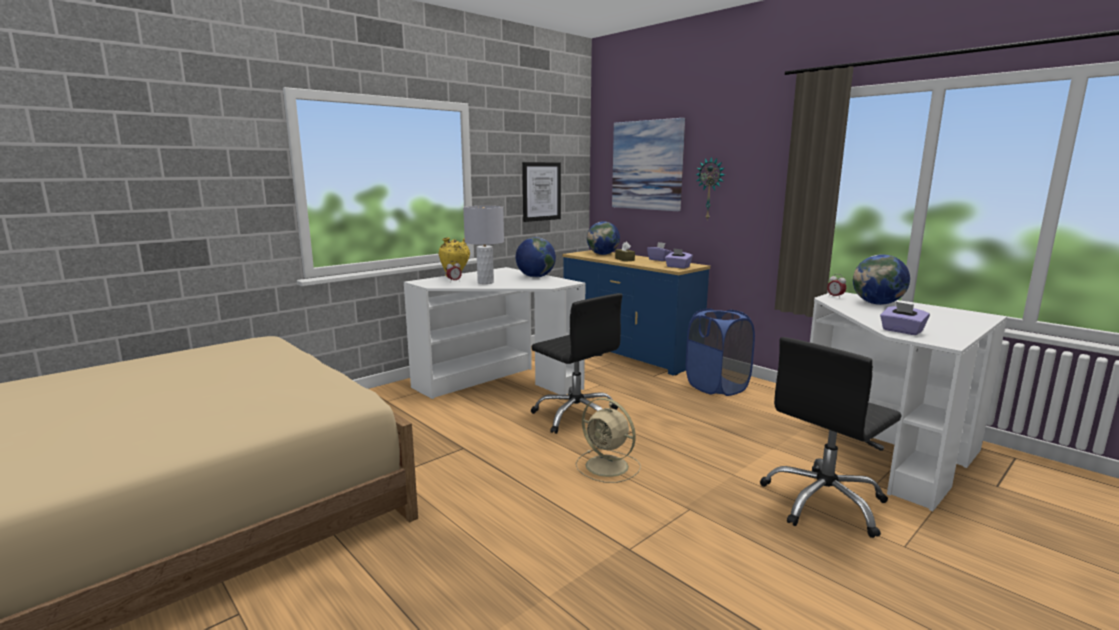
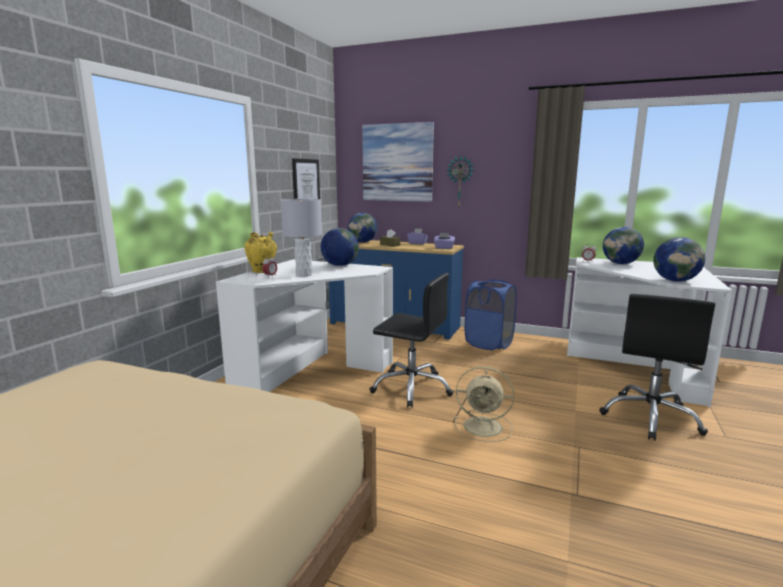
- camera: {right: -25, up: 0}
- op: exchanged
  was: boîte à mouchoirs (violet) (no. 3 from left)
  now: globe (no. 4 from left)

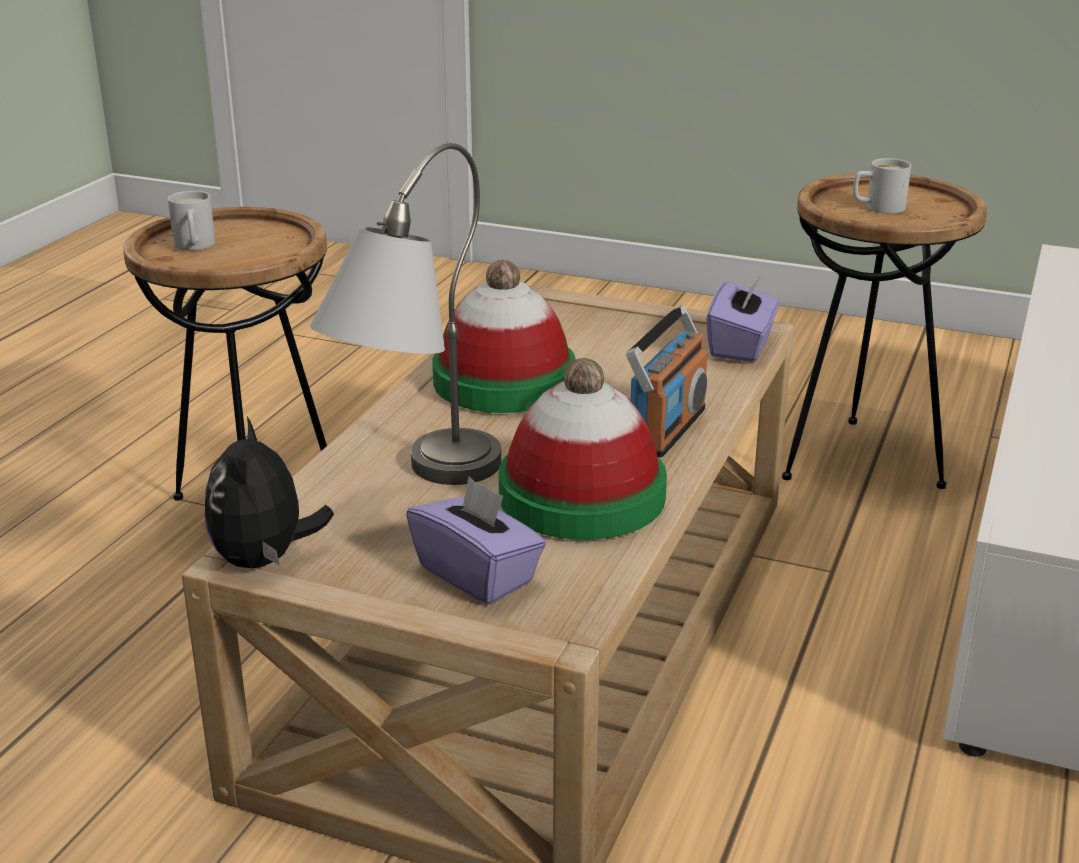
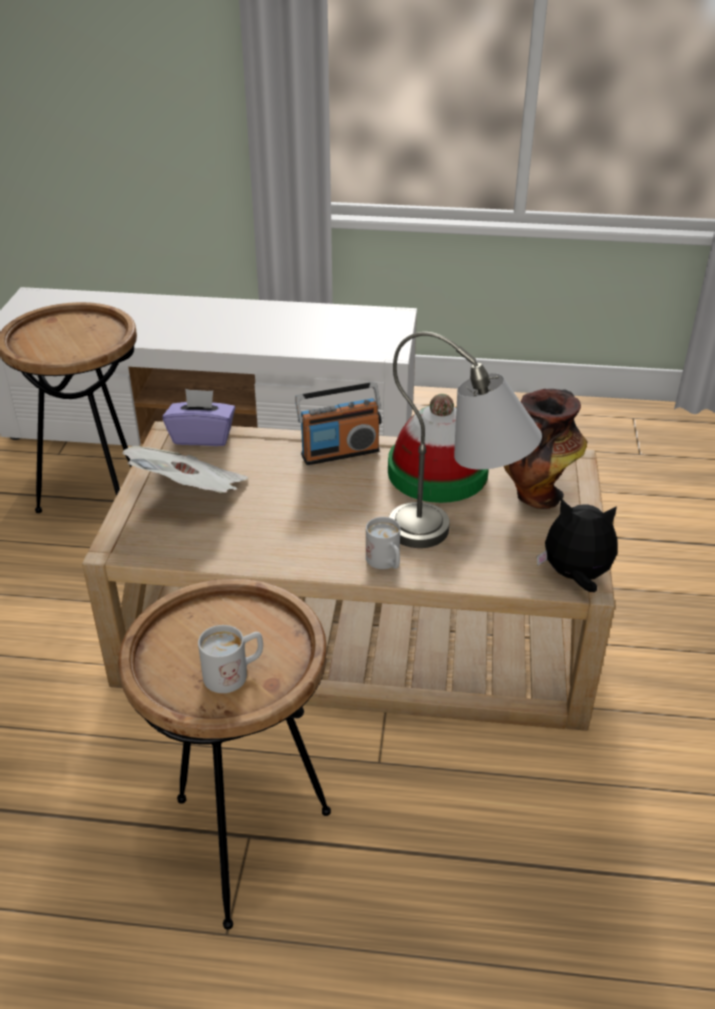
- camera: {right: -105, up: 10}
- op: relocated
  was: mug (blanc) (no. 2 from left)
- op: missing
  was: chapeau (no. 1 from left)
- op: spun
  was: radio
  clockwise: 150
- op: spun
  was: peluche
  clockwise: -150
- op: exchanged
  was: boîte à mouchoirs (violet) (no. 1 from left)
  now: vase
- op: appeared
  now: journal

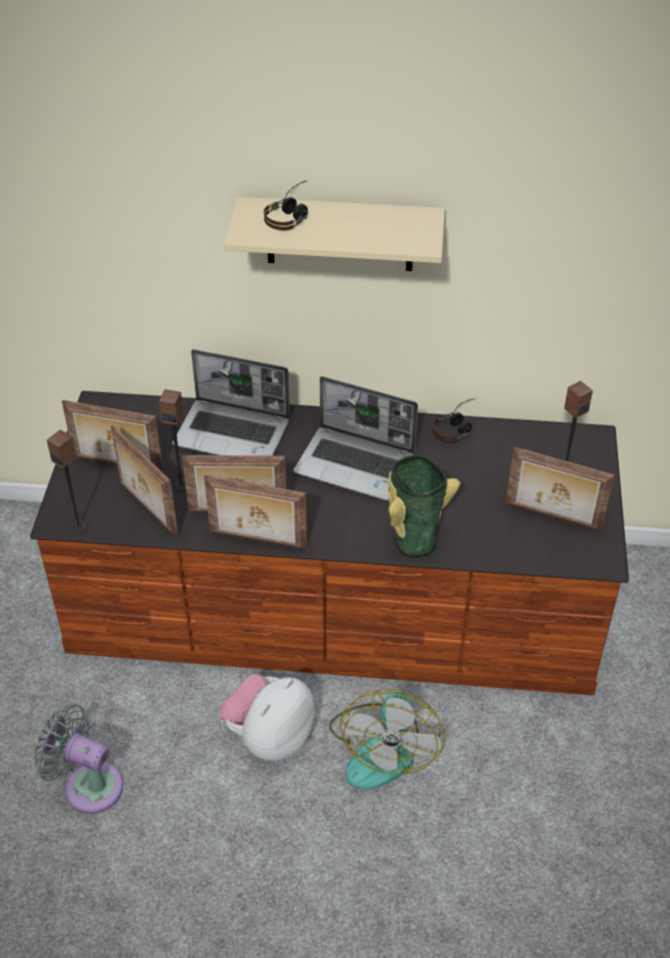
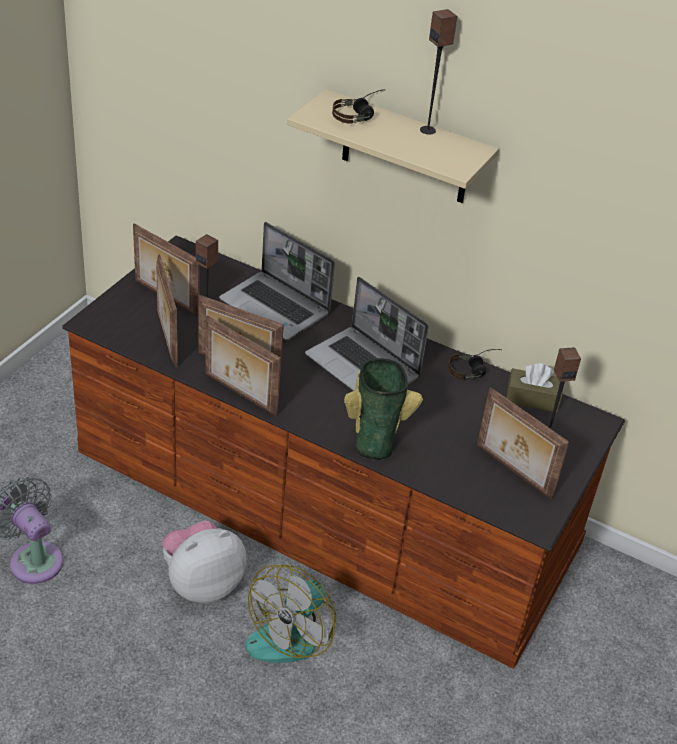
- camera: {right: 20, up: -5}
- op: relocated
  was: enceinte (no. 1 from left in the first image)
  now: enceinte (no. 2 from left)
- op: appeared
  now: boîte à mouchoirs (marron)

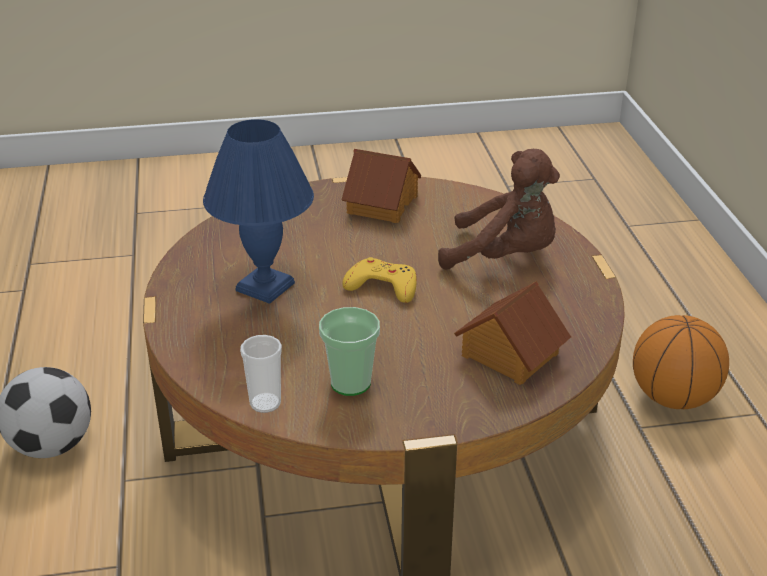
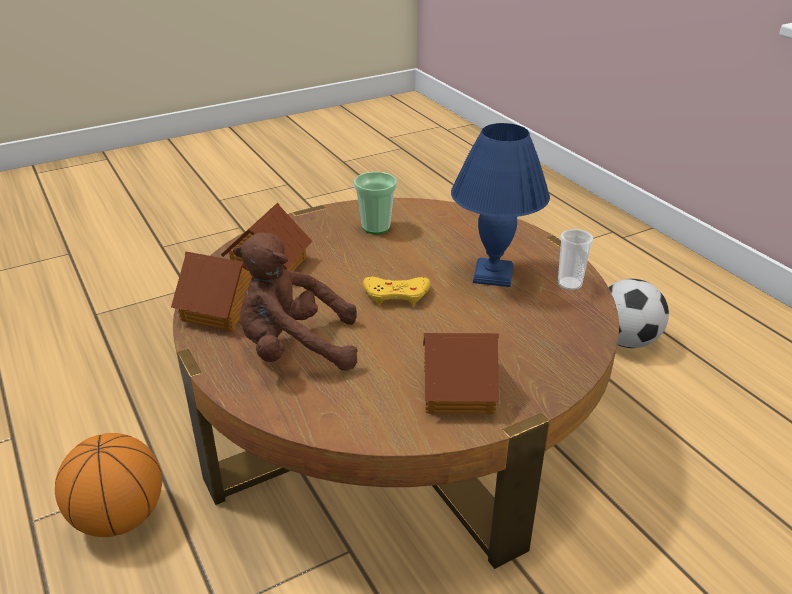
- camera: {right: 160, up: 0}
- op: relocated
  was: tasse (no. 1 from left in the first image)
  now: tasse (no. 2 from left)
- op: appeared
  now: maison miniature (no. 1 from left)

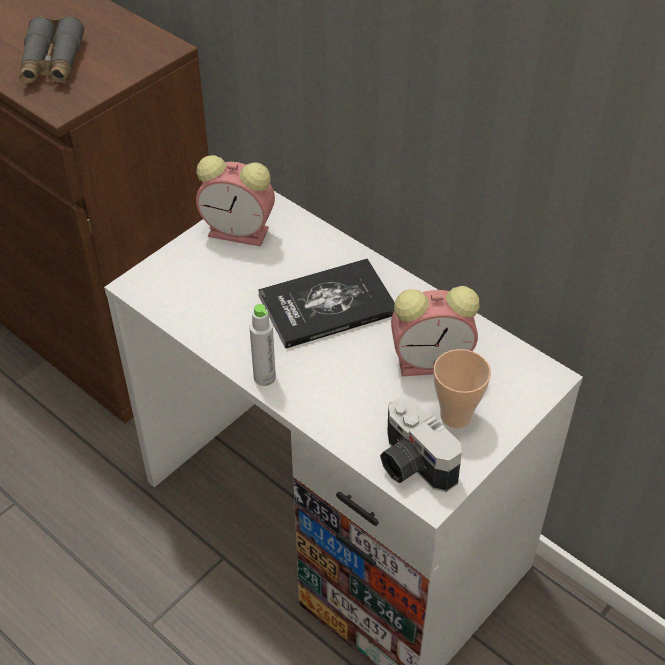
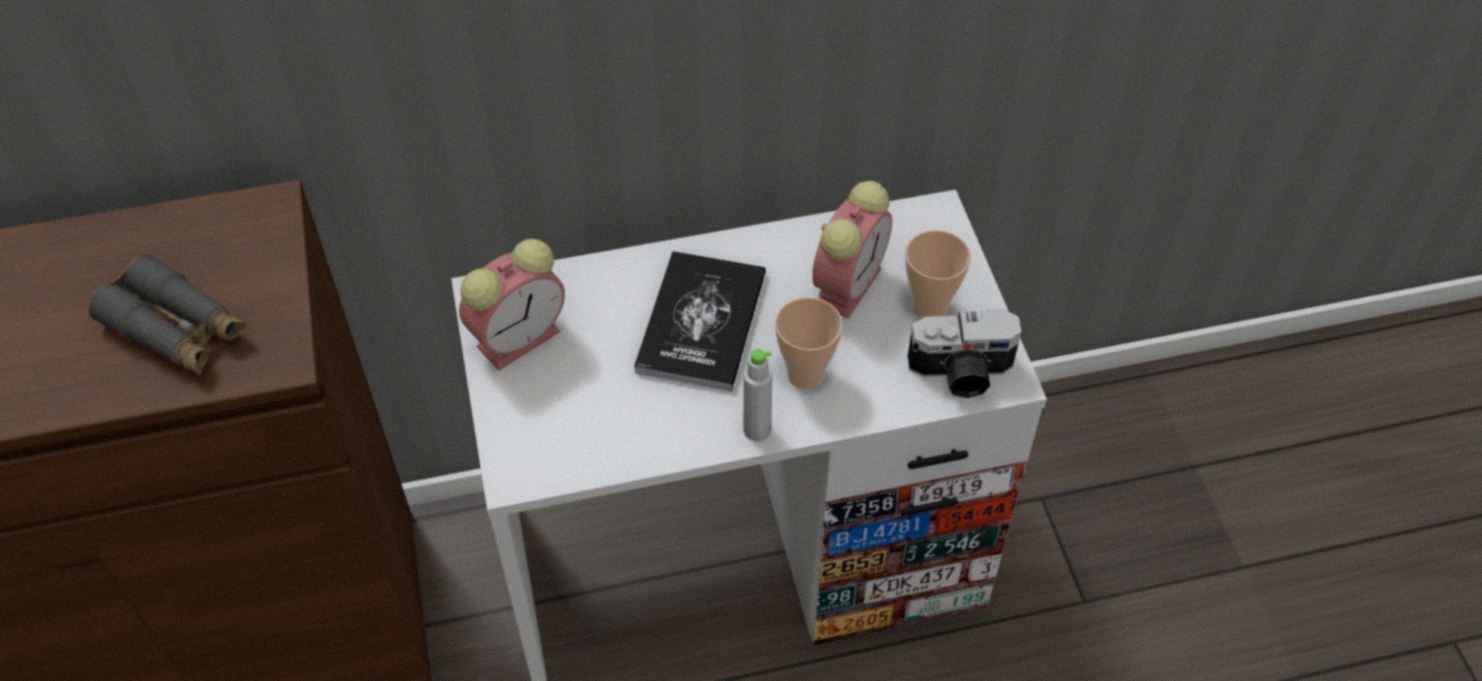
- camera: {right: -55, up: 5}
- op: appeared
  now: tasse (no. 1 from left)

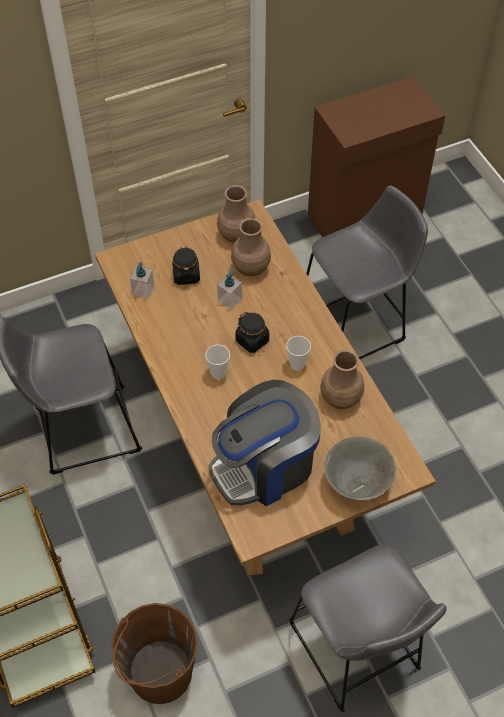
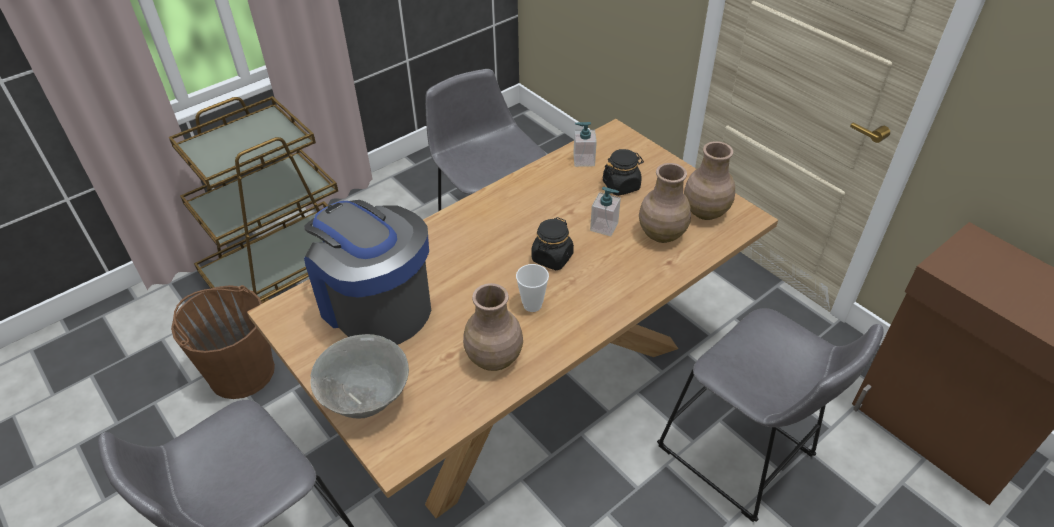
- camera: {right: 75, up: -10}
- op: missing
  was: tasse (no. 1 from left)

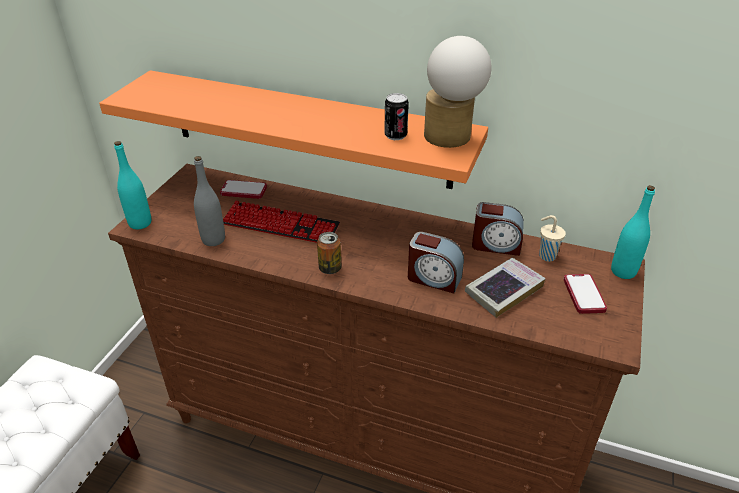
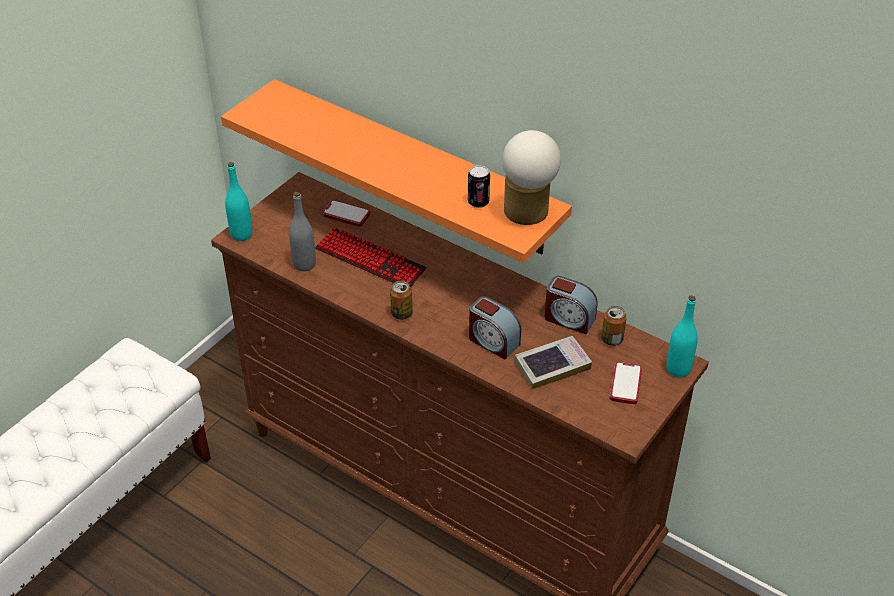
- camera: {right: 15, up: 5}
- op: exchanged
  was: tasse (beige)
  now: boîte métallique (no. 3 from left)

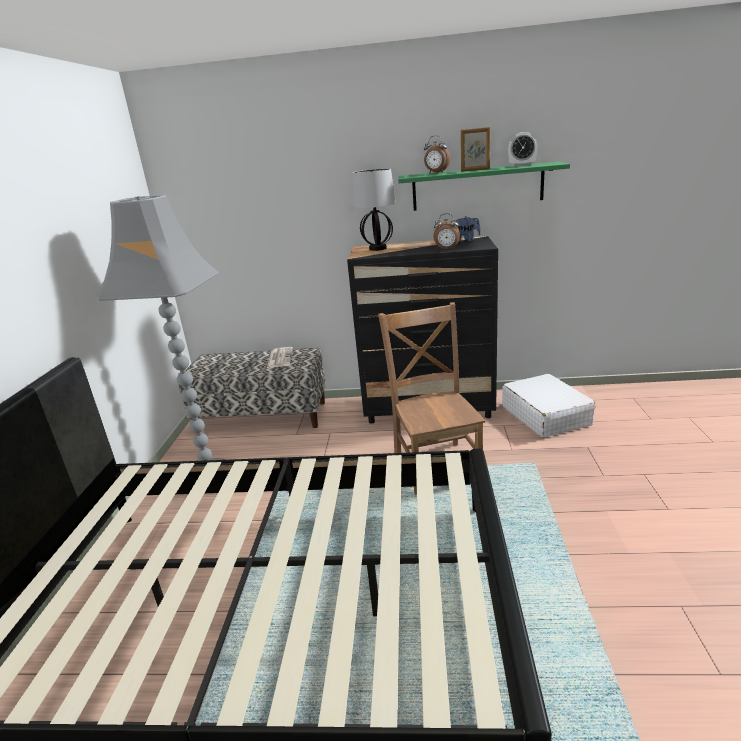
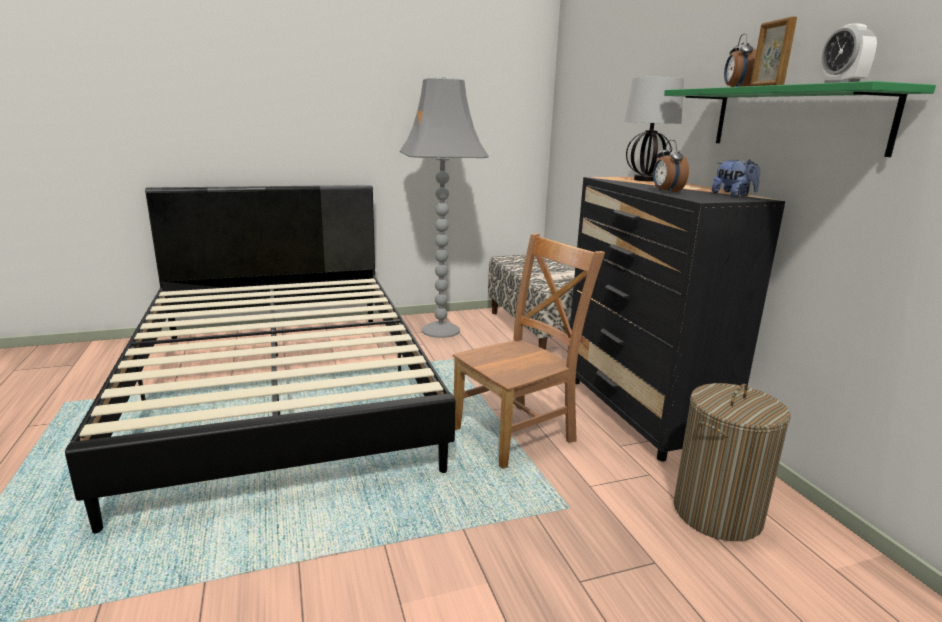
- camera: {right: 65, up: -5}
- op: exchanged
  was: valise (blanc)
  now: panier à linge

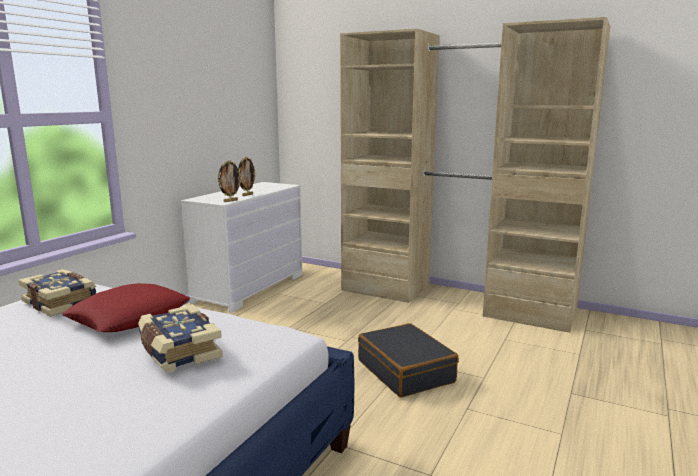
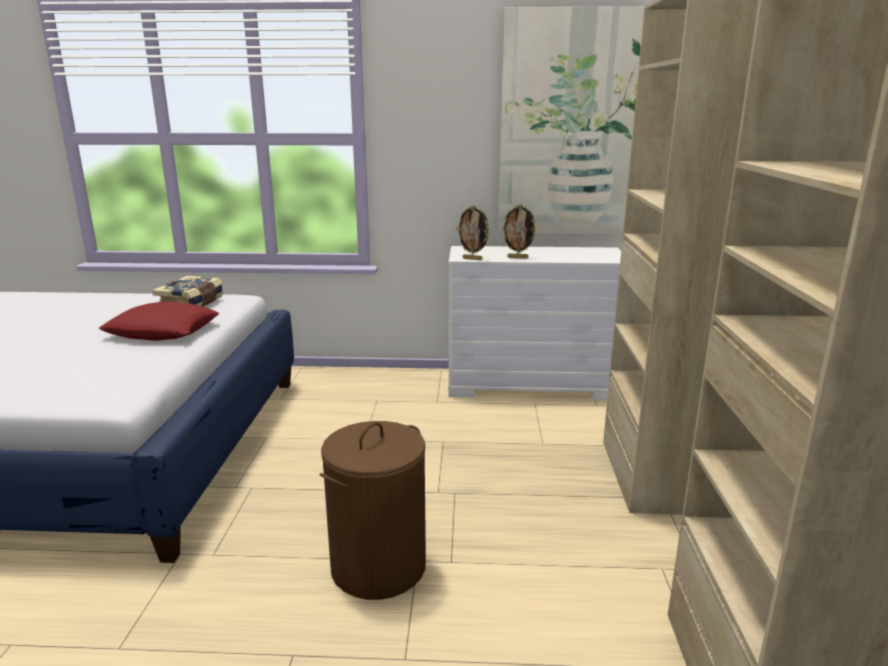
- camera: {right: 65, up: 5}
- op: missing
  was: livre (no. 2 from left)
- op: exchanged
  was: valise (noir)
  now: panier à linge (marron)
- op: appeared
  now: tableau

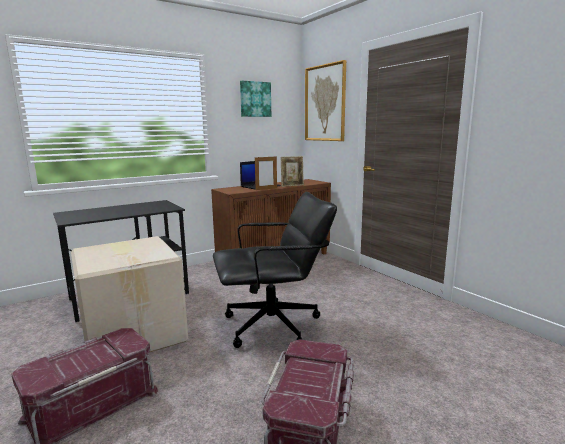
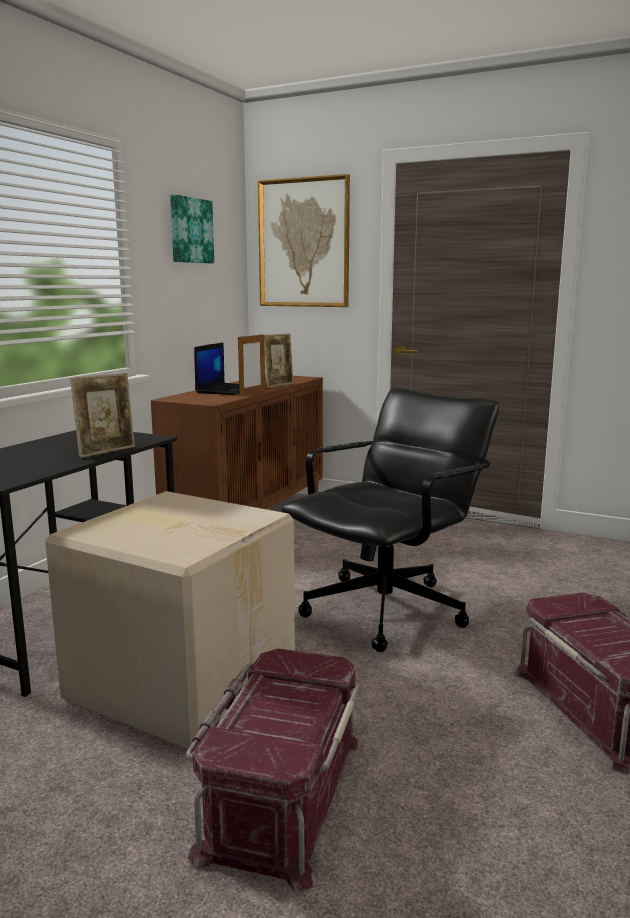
- camera: {right: -30, up: 0}
- op: appeared
  now: cadre photo (no. 1 from left)

